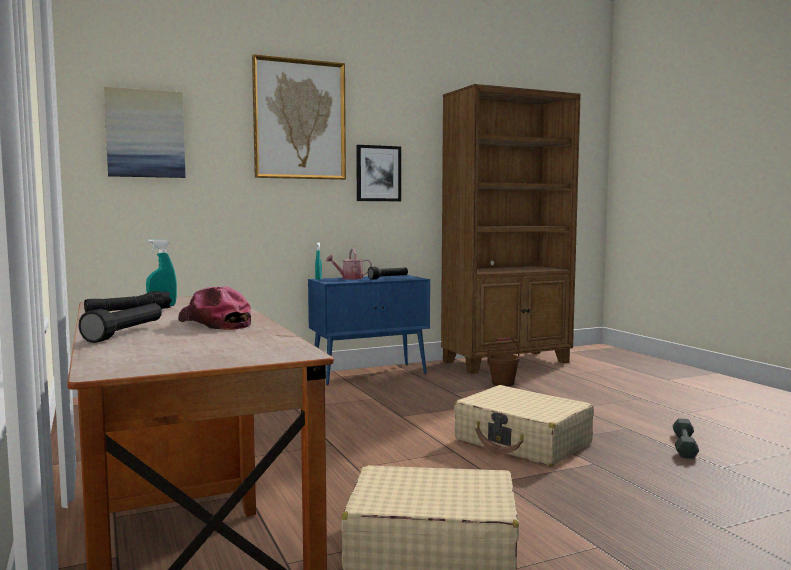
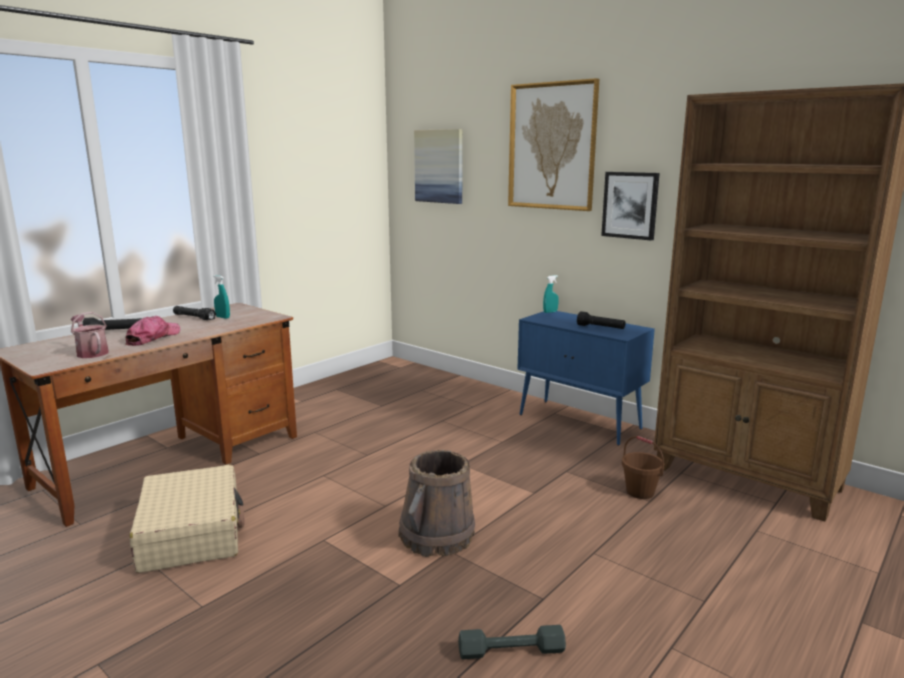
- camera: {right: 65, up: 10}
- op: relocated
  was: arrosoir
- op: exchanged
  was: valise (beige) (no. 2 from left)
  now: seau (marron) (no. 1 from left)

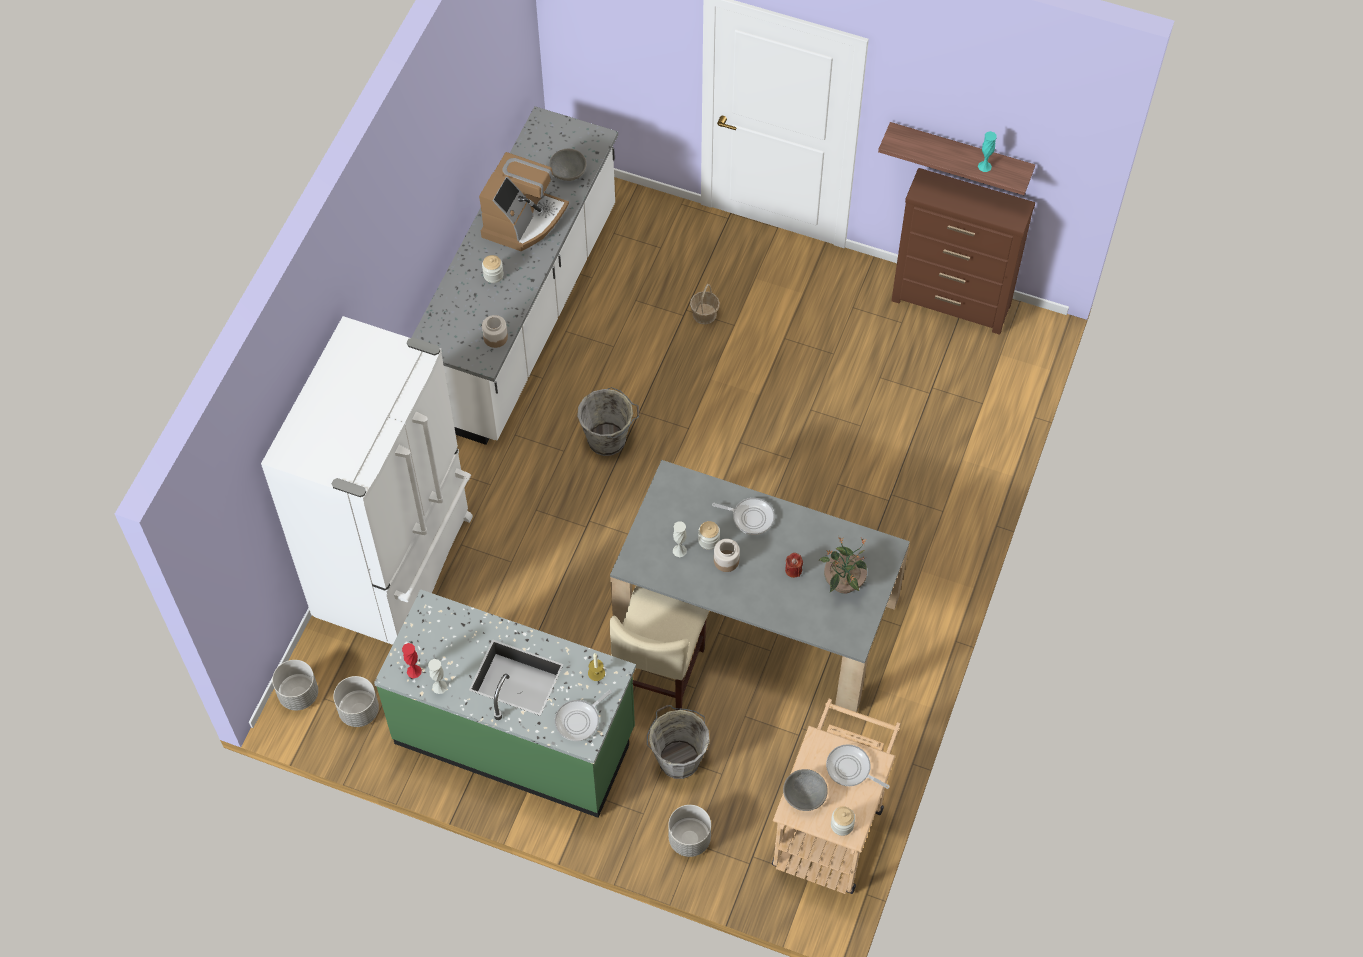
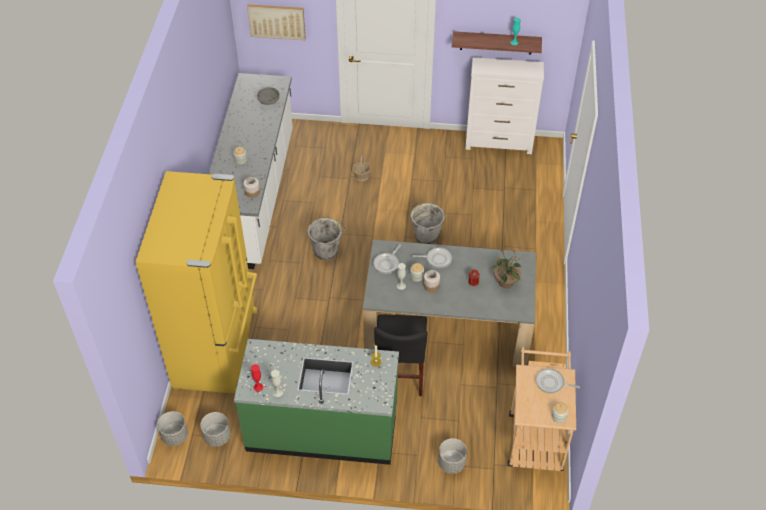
- camera: {right: -15, up: -10}
- op: missing
  was: machine à café
- op: colour
  was: commode (marron)
  now: commode (blanc)
- op: colour
  was: réfrigérateur (blanc)
  now: réfrigérateur (jaune)
- op: colour
  was: chaise (beige)
  now: chaise (noir)
- op: relocated
  was: poêle (no. 1 from left)
- op: relocated
  was: seau (gris) (no. 2 from left)
- op: missing
  was: bol (gris) (no. 2 from left)
- op: appeared
  now: tableau

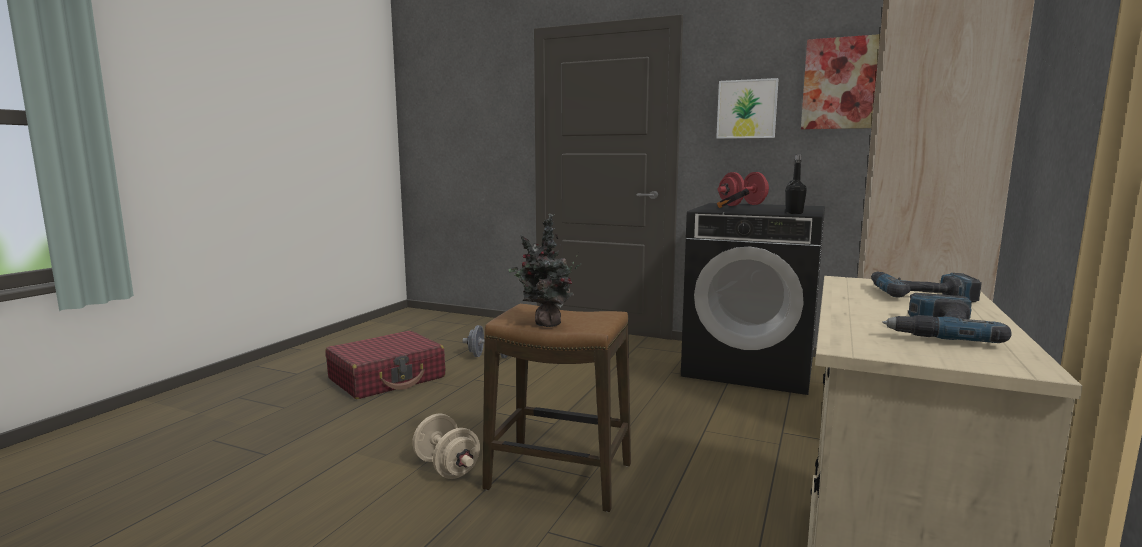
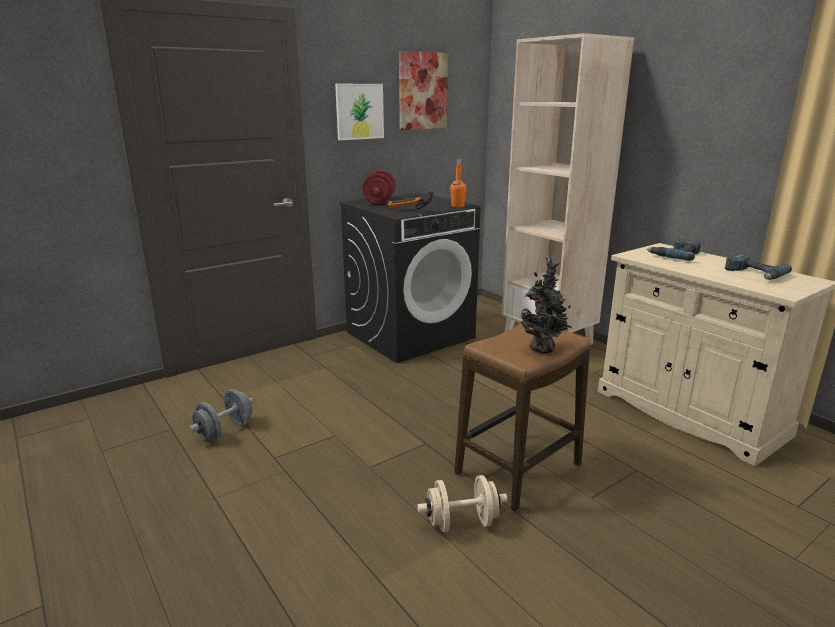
- camera: {right: -60, up: 10}
- op: colour
  was: bouteille (noir)
  now: bouteille (orange)
- op: missing
  was: valise (rouge)

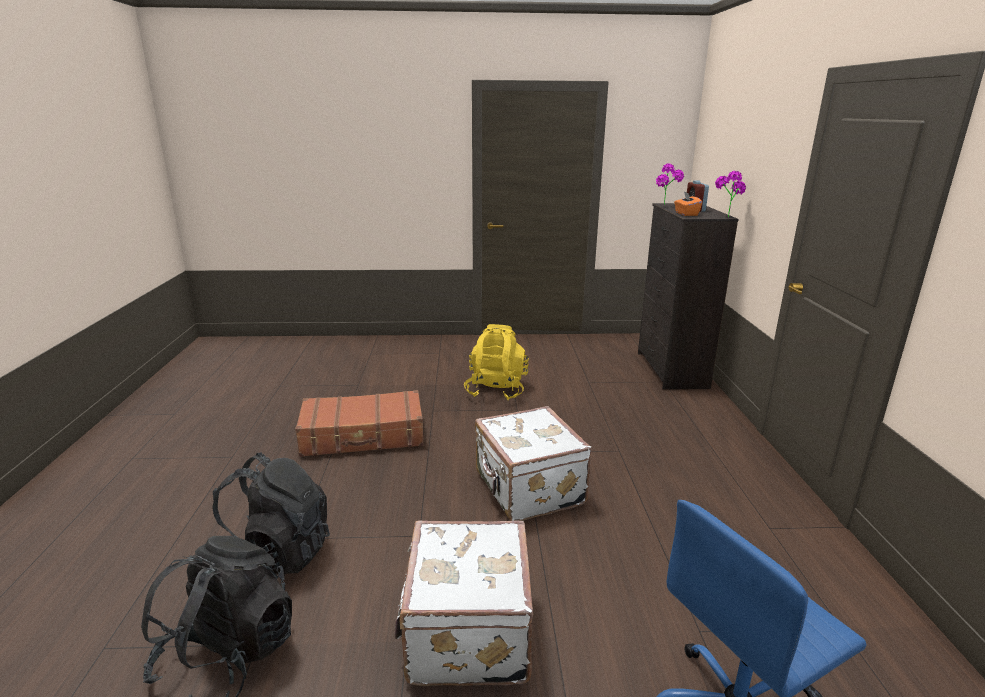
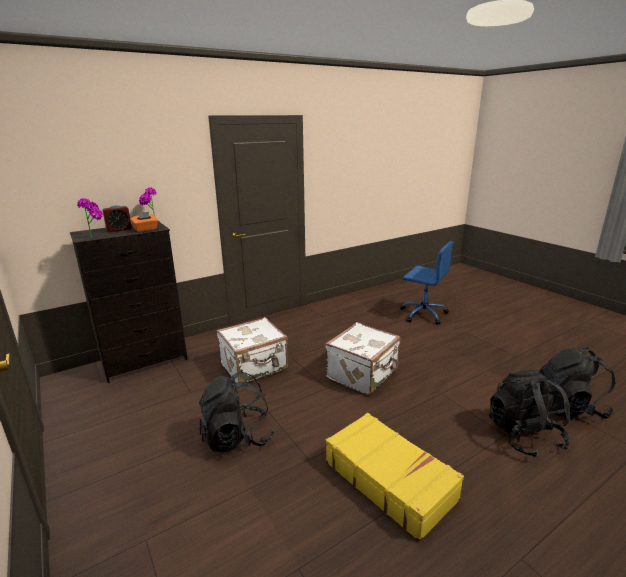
- camera: {right: -120, up: 0}
- op: colour
  was: sac à dos (jaune)
  now: sac à dos (noir) (no. 1 from left)
- op: colour
  was: valise (marron)
  now: valise (jaune)
- op: relocated
  was: valise (blanc) (no. 1 from left)

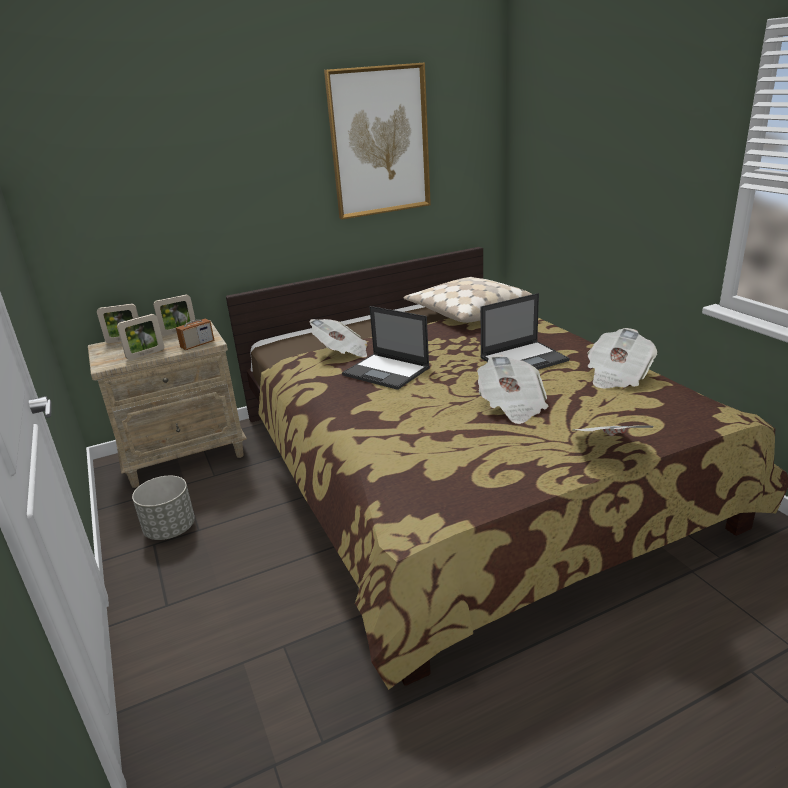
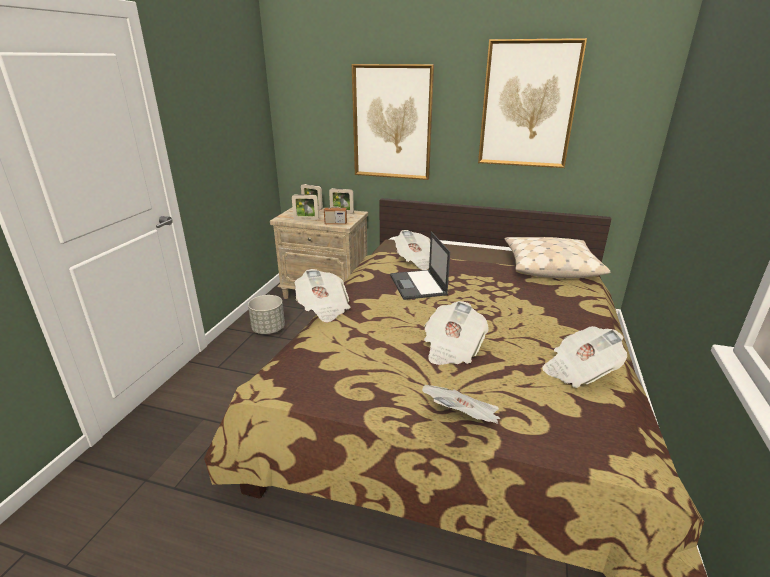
- camera: {right: 40, up: 0}
- op: missing
  was: ordinateur portable (no. 2 from left)
- op: appeared
  now: tableau (no. 1 from left)
- op: appeared
  now: journal (no. 1 from left)

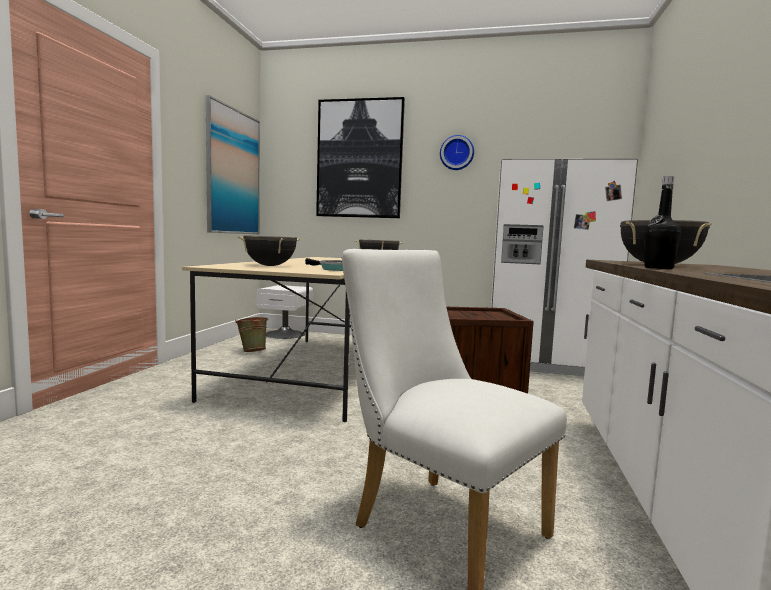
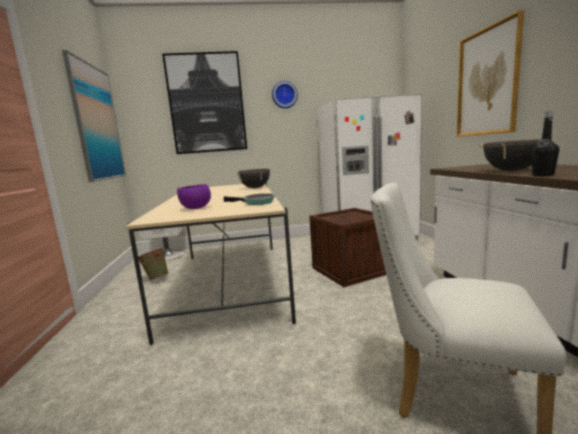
- camera: {right: -20, up: 5}
- op: exchanged
  was: marmite (noir) (no. 1 from left)
  now: bol (violet)
- op: appeared
  now: tableau (no. 3 from left)

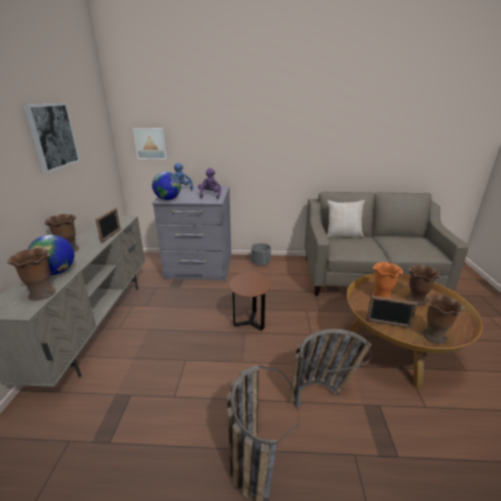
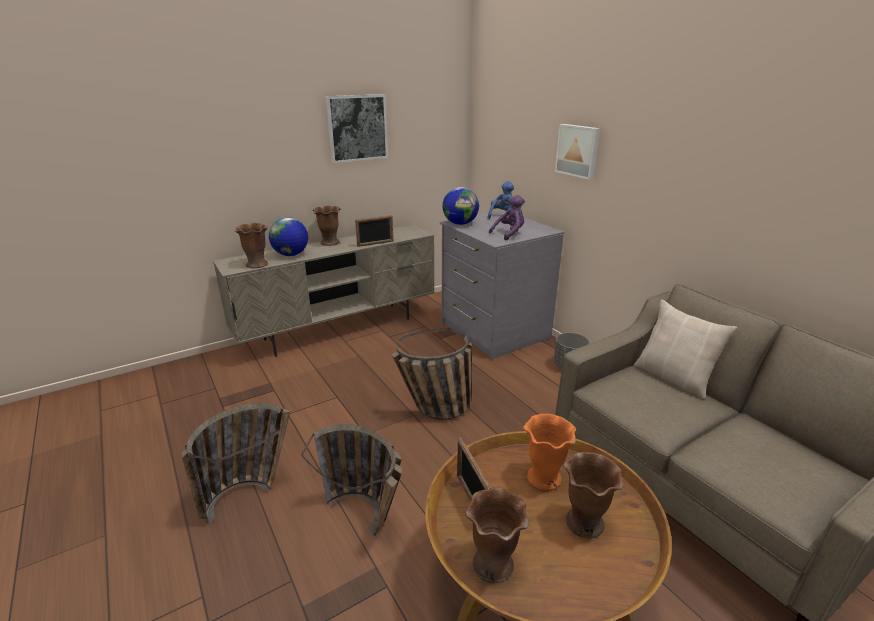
- camera: {right: 55, up: 0}
- op: relocated
  was: tableau (no. 2 from left)
- op: exchanged
  was: table d'appoint (marron)
  now: panier (no. 3 from left)

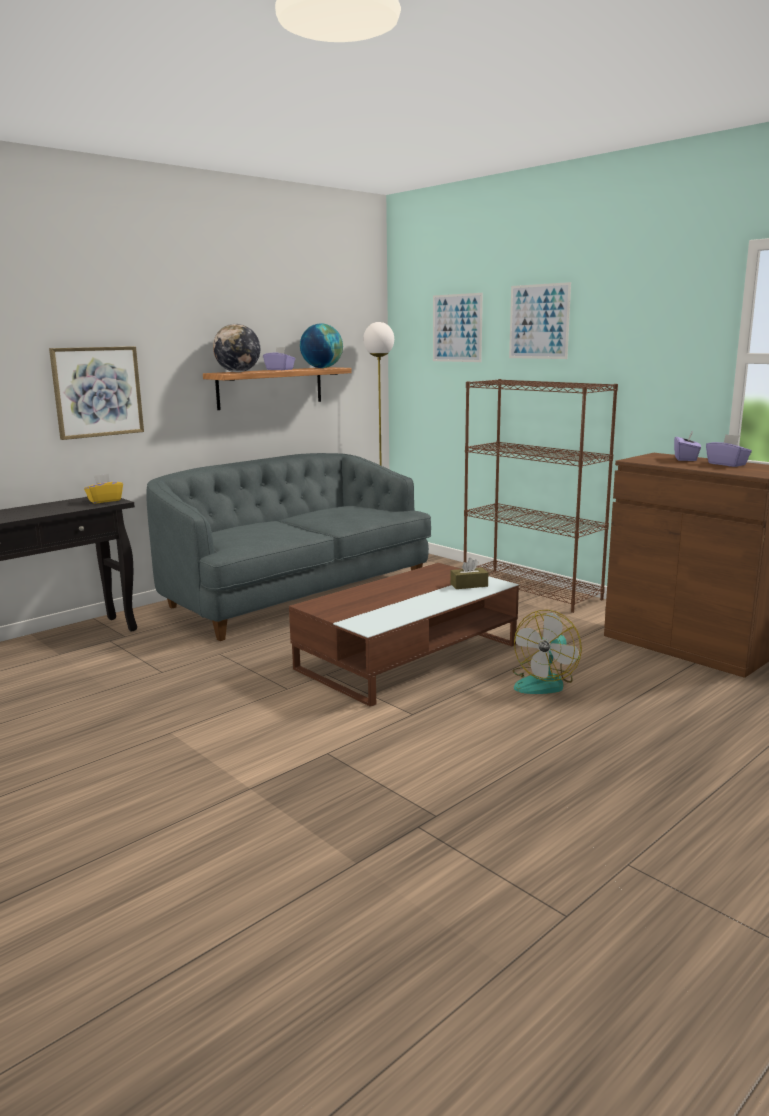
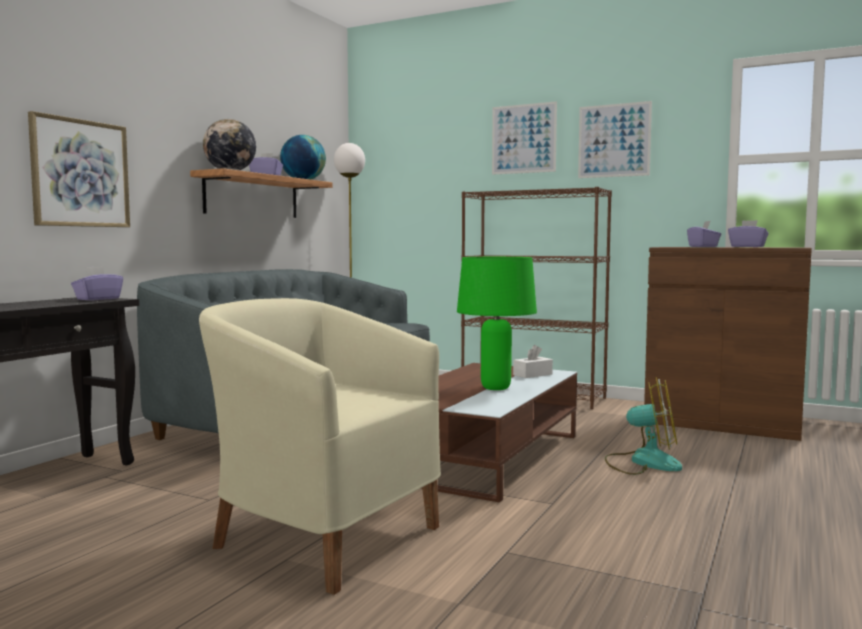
- camera: {right: -20, up: -10}
- op: relocated
  was: tableau (no. 2 from left in the first image)
  now: tableau (no. 3 from left)
- op: colour
  was: boîte à mouchoirs (jaune)
  now: boîte à mouchoirs (violet) (no. 1 from left)
- op: colour
  was: boîte à mouchoirs (marron)
  now: boîte à mouchoirs (blanc)
- op: spun
  was: ventilateur
  clockwise: -90
- op: appeared
  now: lampe de table (vert)
- op: appeared
  now: fauteuil (beige)

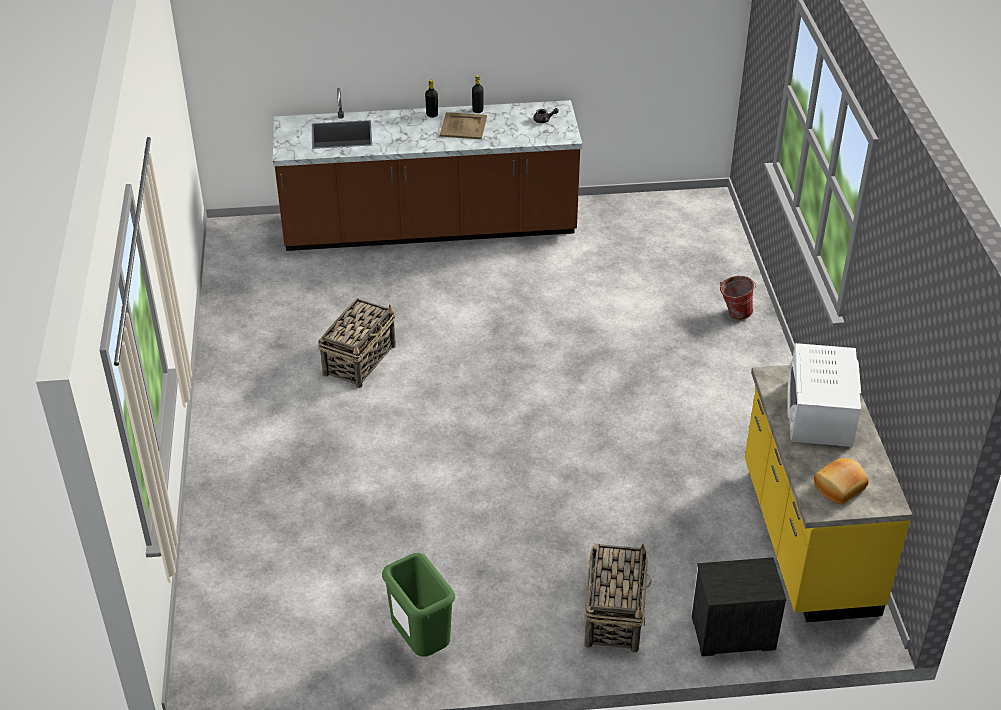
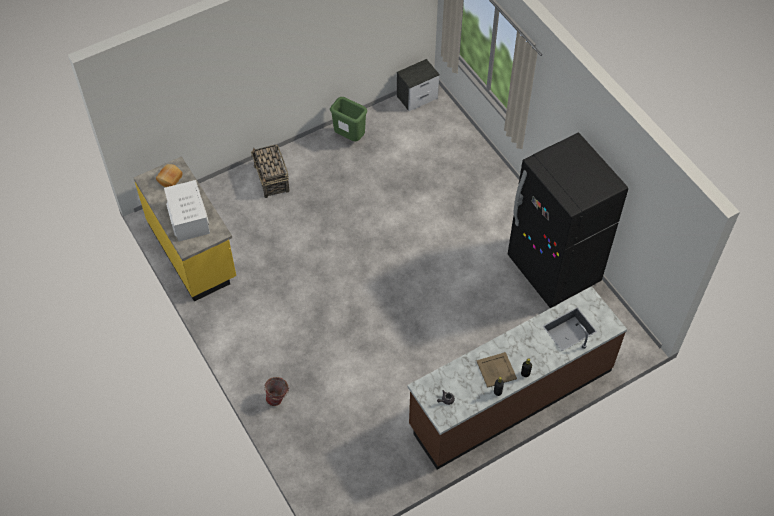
- camera: {right: 155, up: 15}
- op: missing
  was: panier (no. 1 from left)
- op: relocated
  was: table de chevet
- op: appeared
  now: réfrigérateur (noir)

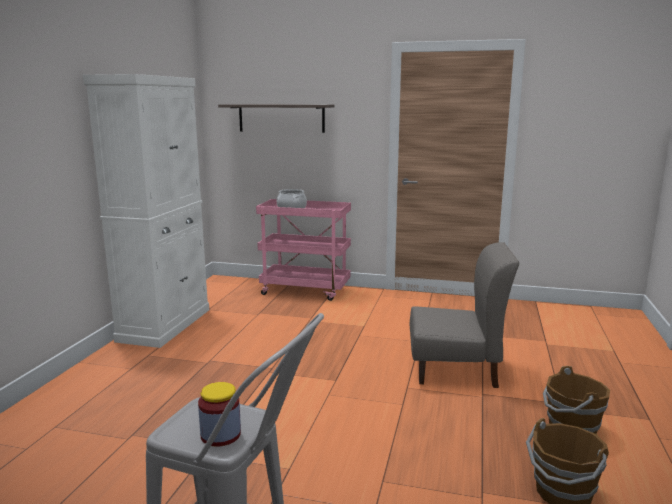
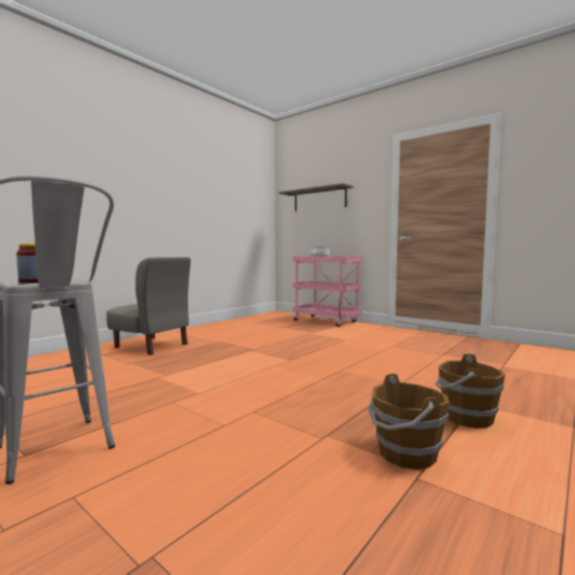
- camera: {right: 25, up: -10}
- op: missing
  was: meuble de rangement (blanc)
- op: relocated
  was: chaise (gris)

